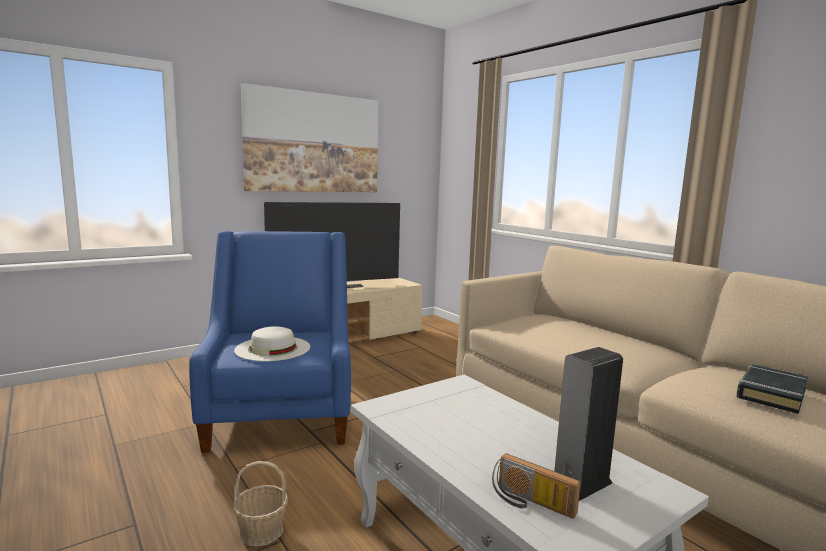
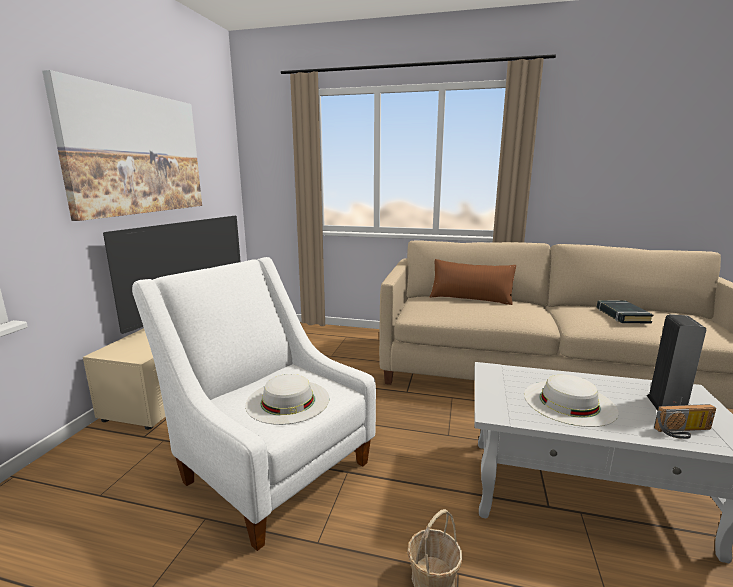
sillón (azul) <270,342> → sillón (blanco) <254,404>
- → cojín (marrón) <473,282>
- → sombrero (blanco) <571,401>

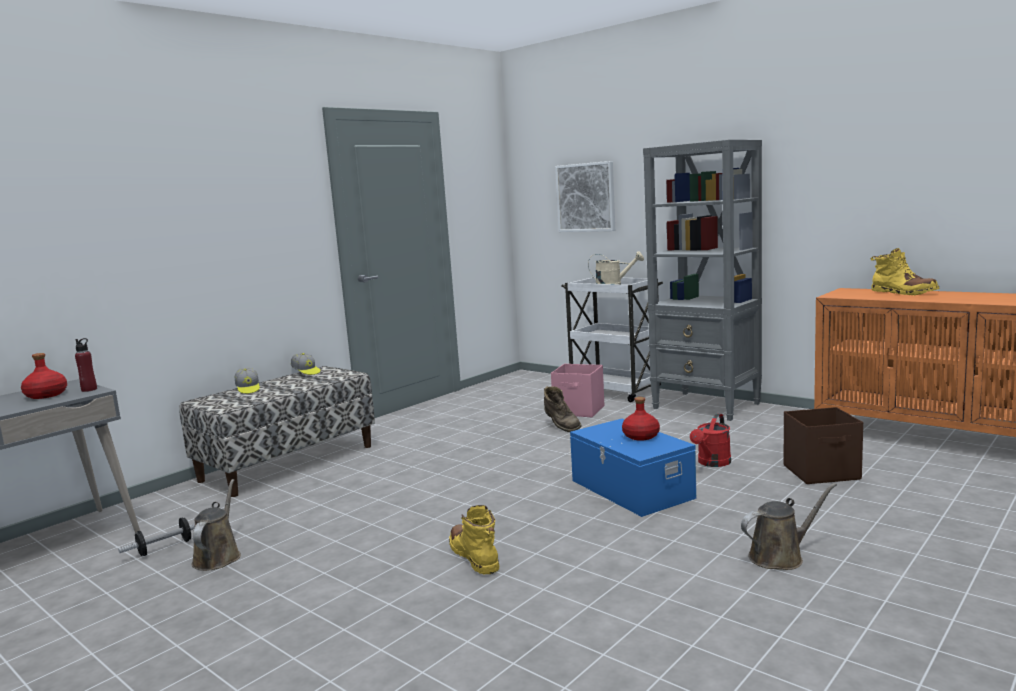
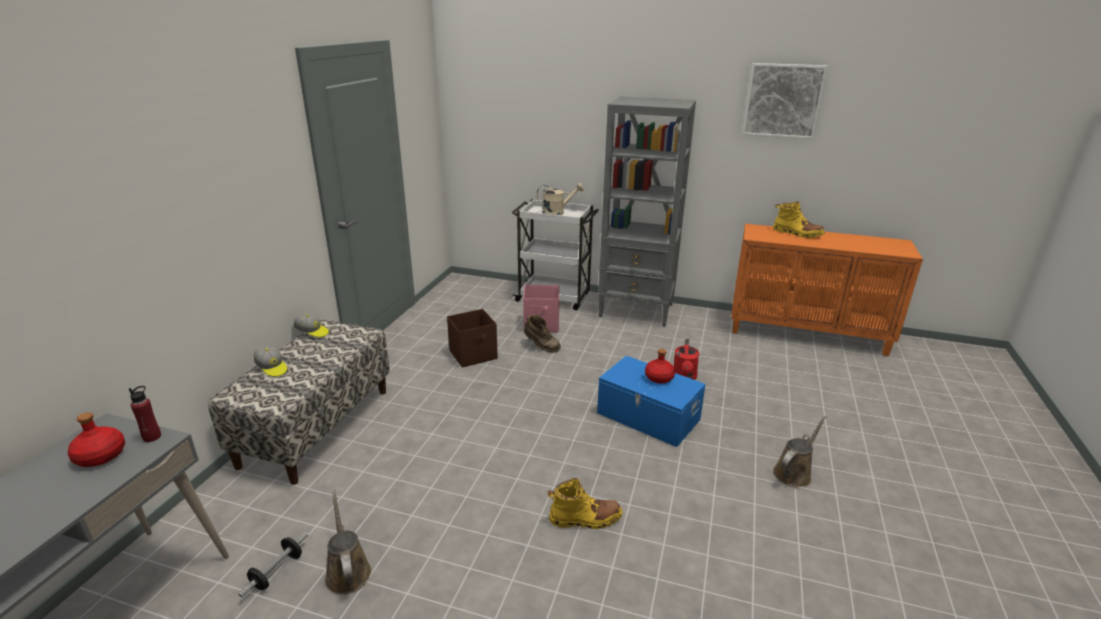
bota (amarillo) <474,539> → bota (amarillo) <585,503>, 135 degrees clockwise
cuadro <585,196> → cuadro <785,101>, move
caja de almacenaje (marrón) <823,445> → caja de almacenaje (marrón) <472,338>, move

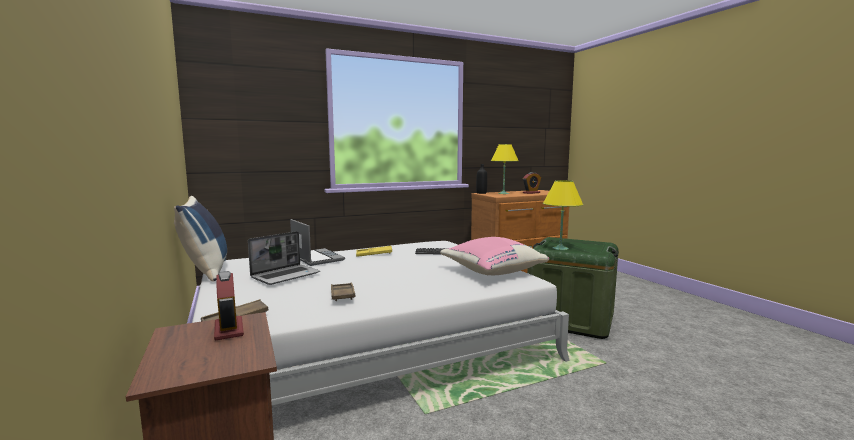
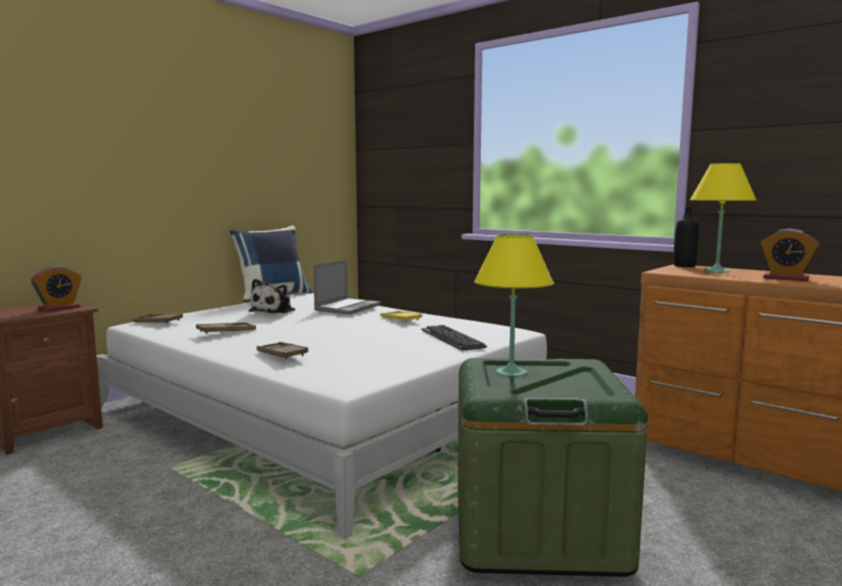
portátil <284,258> → peluche <272,296>
cojín (rosa) <494,256> → -
- → bandeja (marrón) <282,350>

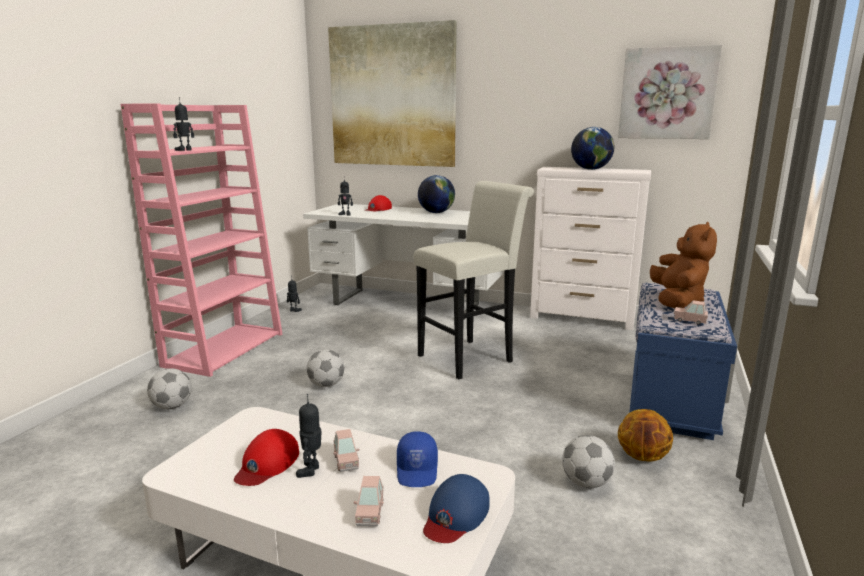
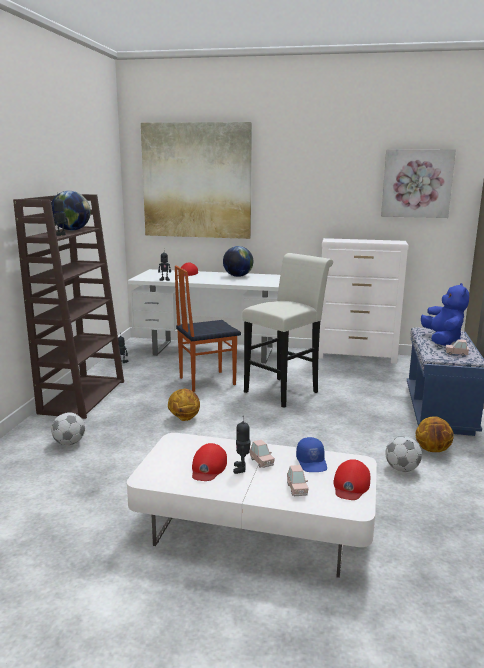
estantería (rosa) <201,240> → estantería (marrón) <68,306>
balón de fútbol <325,368> → balón de baloncesto <184,405>
gorra (azul) <456,508> → gorra (rojo) <351,479>
globo terráqueo <592,148> → globo terráqueo <71,211>, move
peluche (marrón) <683,265> → peluche (azul) <445,314>
- → silla <208,329>

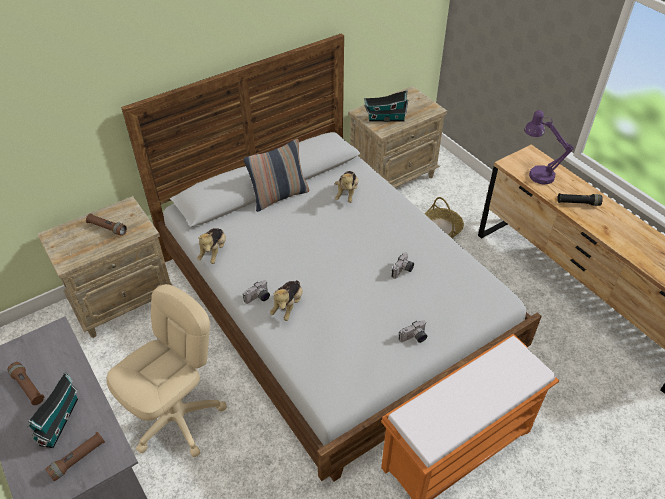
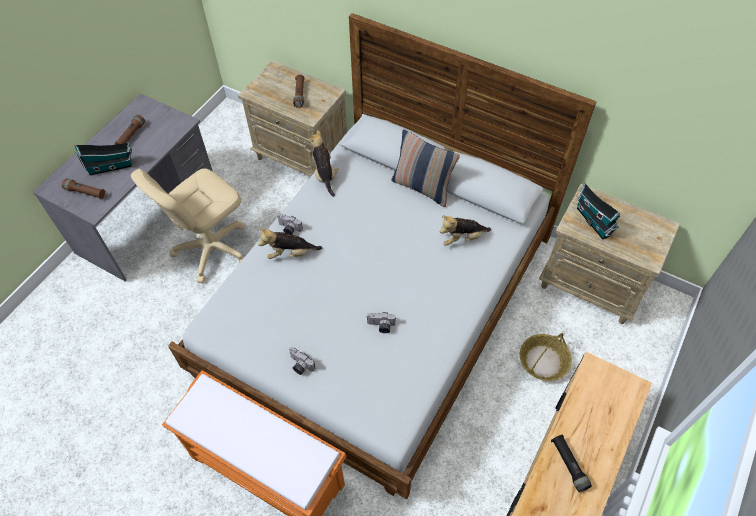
silla de oficina (beis) <166,370> → silla de oficina (beis) <188,225>, 120 degrees clockwise
peluche <211,246> → peluche <324,163>, 90 degrees clockwise
lámpara de mesa (morado) <548,147> → -

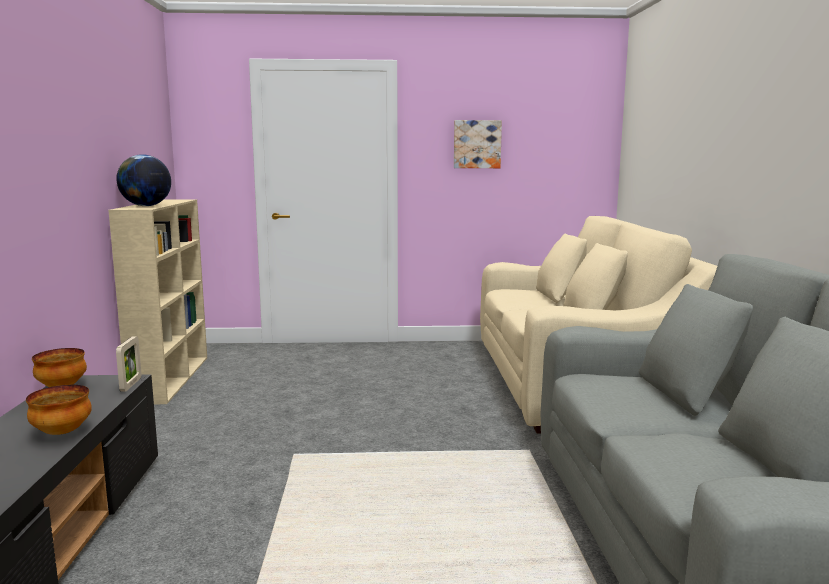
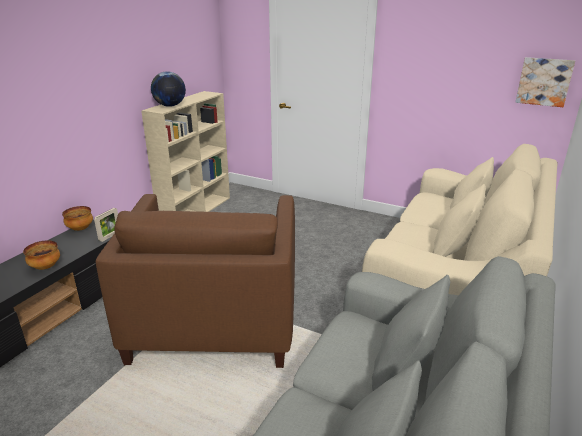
cuadro <478,144> → cuadro <545,82>, move
- → sillón (marrón) <195,281>

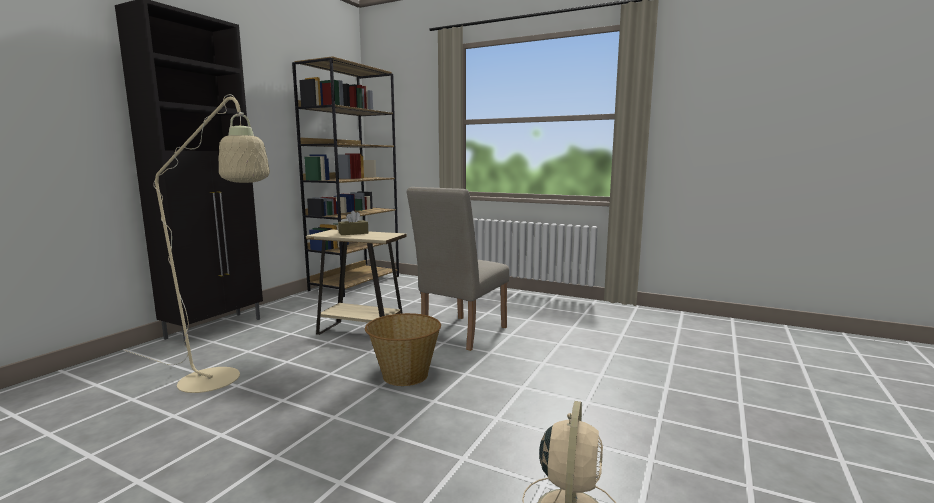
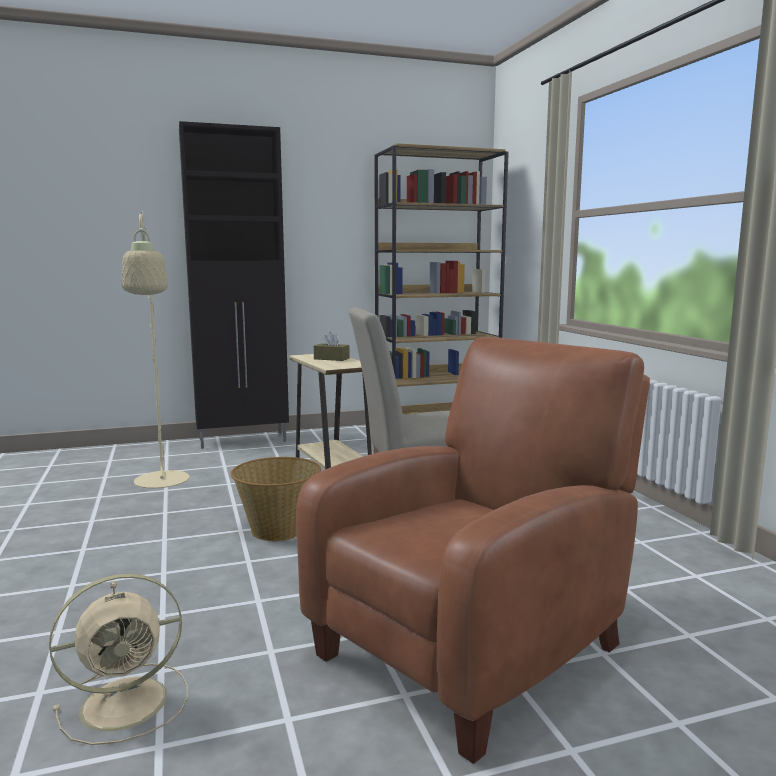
- → sillón (marrón) <473,550>

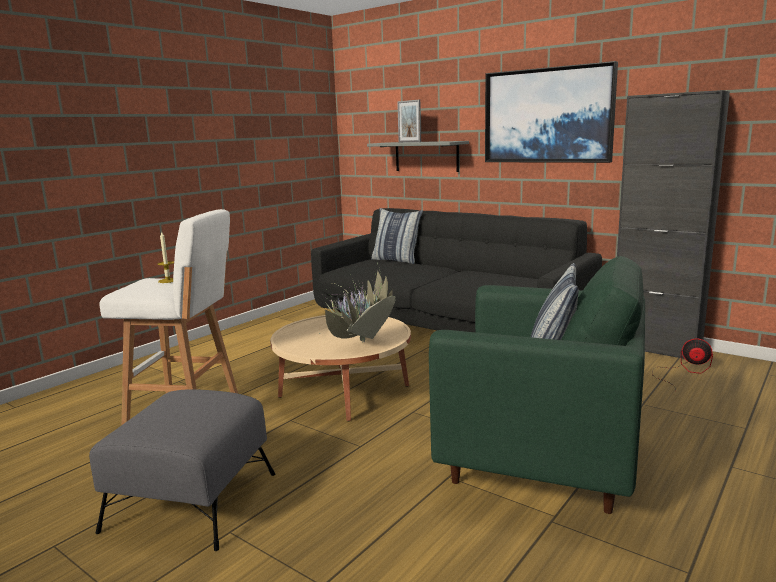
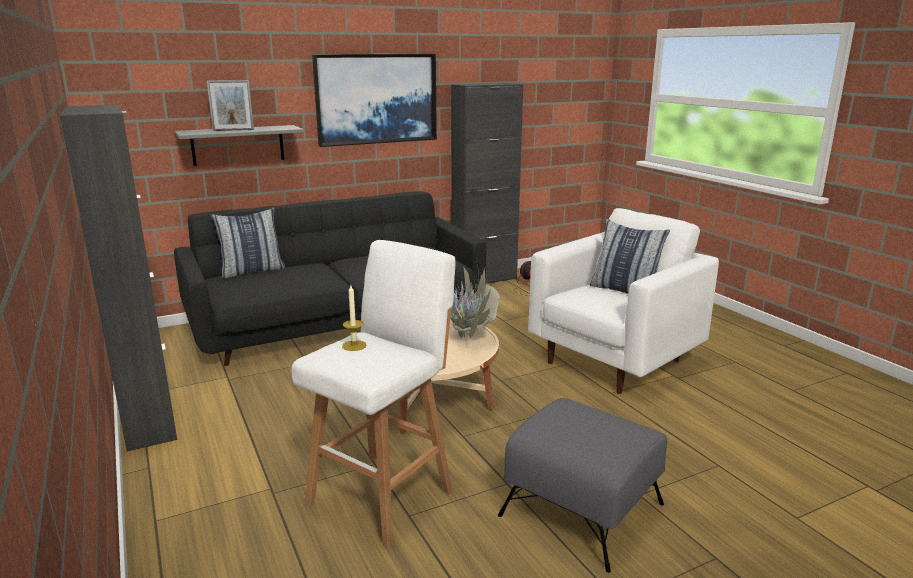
sillón (verde) <537,385> → sillón (blanco) <623,301>
- → armario (negro) <118,278>

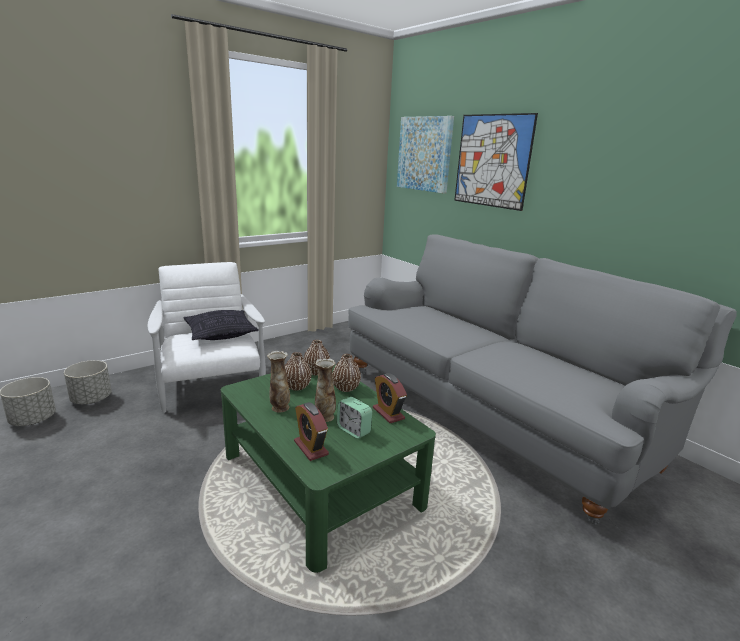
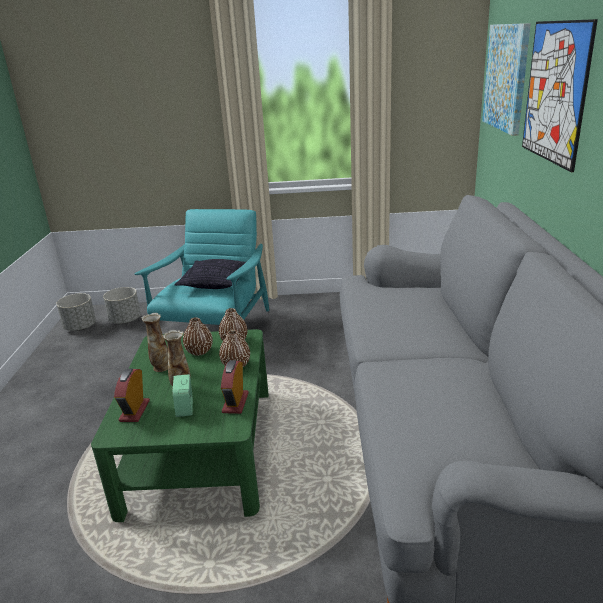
sillón (blanco) <206,337> → sillón (turquesa) <202,267>

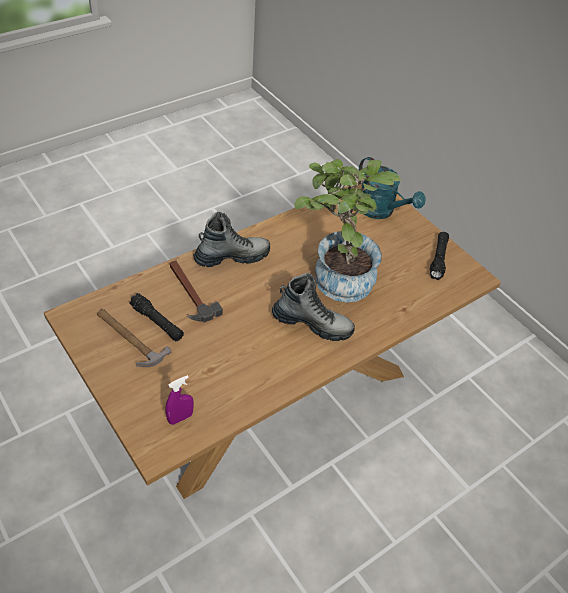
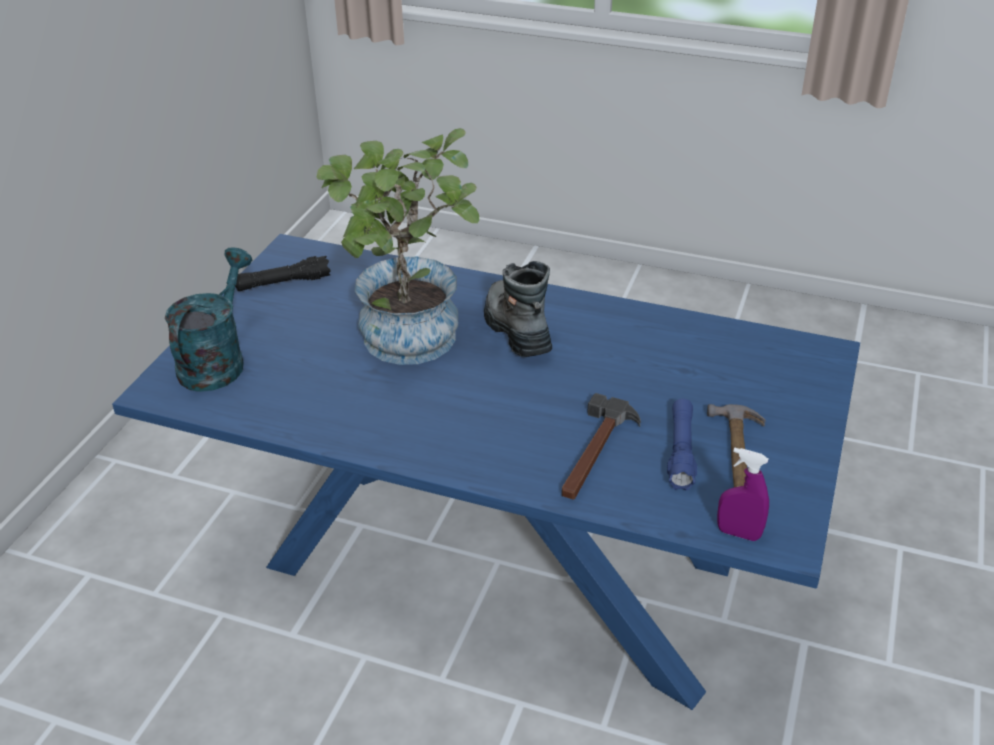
mesa de comedor (marrón) <272,340> → mesa de comedor (azul) <486,472>
linterna (negro) <156,317> → linterna (azul) <682,445>
pulverizador (morado) <179,400> → pulverizador (morado) <743,494>, move
bota <231,239> → -

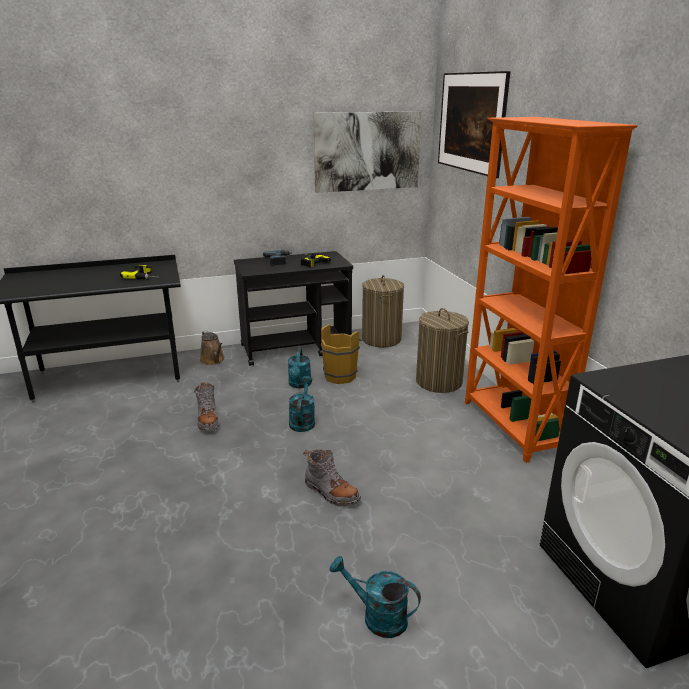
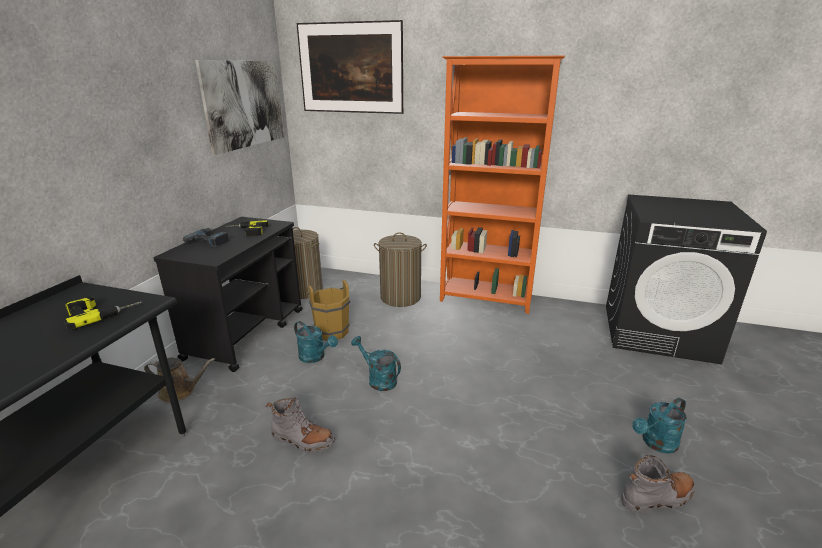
bota (gris) <332,478> → bota (gris) <658,484>, move

